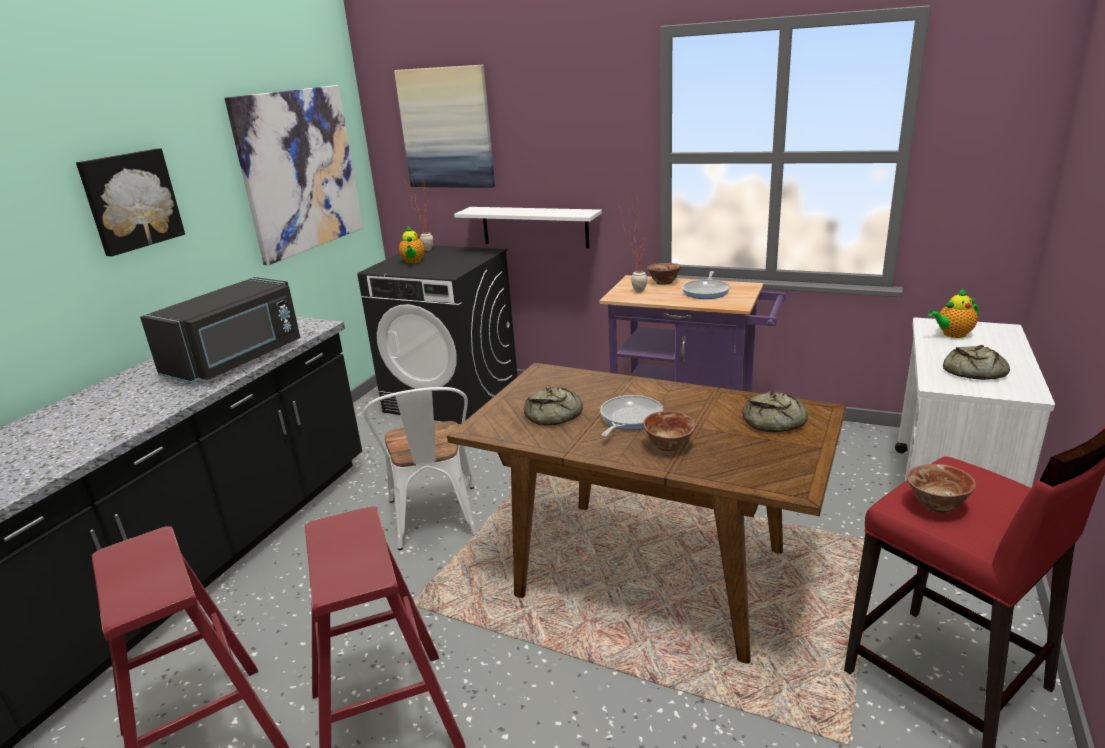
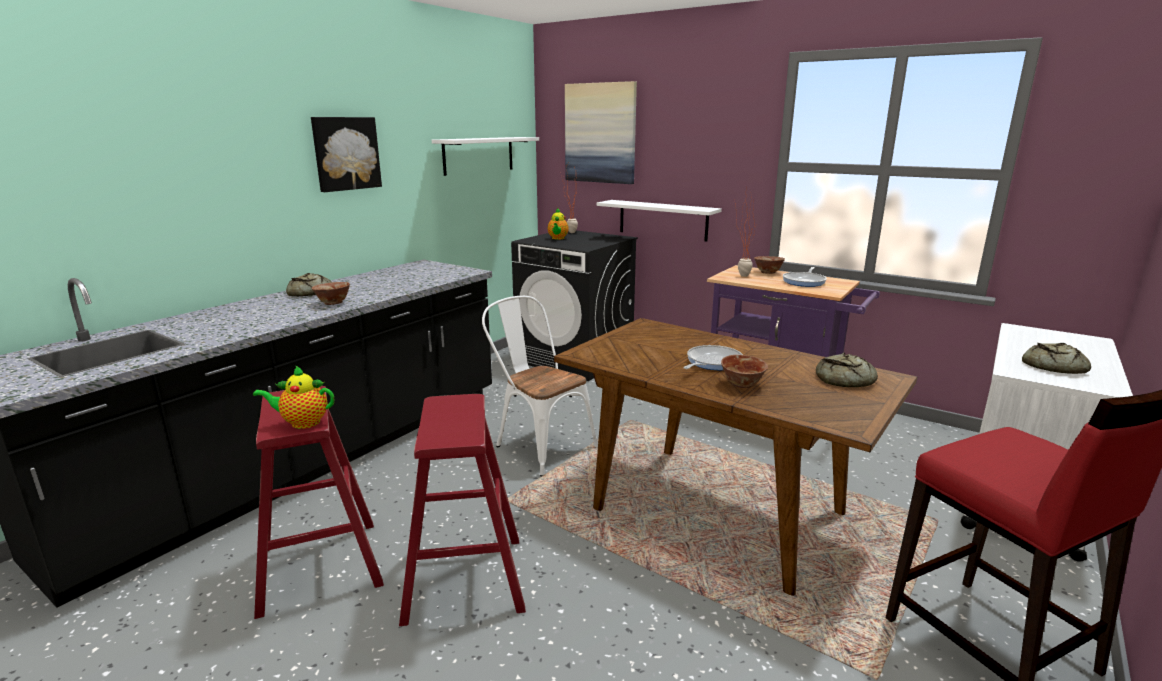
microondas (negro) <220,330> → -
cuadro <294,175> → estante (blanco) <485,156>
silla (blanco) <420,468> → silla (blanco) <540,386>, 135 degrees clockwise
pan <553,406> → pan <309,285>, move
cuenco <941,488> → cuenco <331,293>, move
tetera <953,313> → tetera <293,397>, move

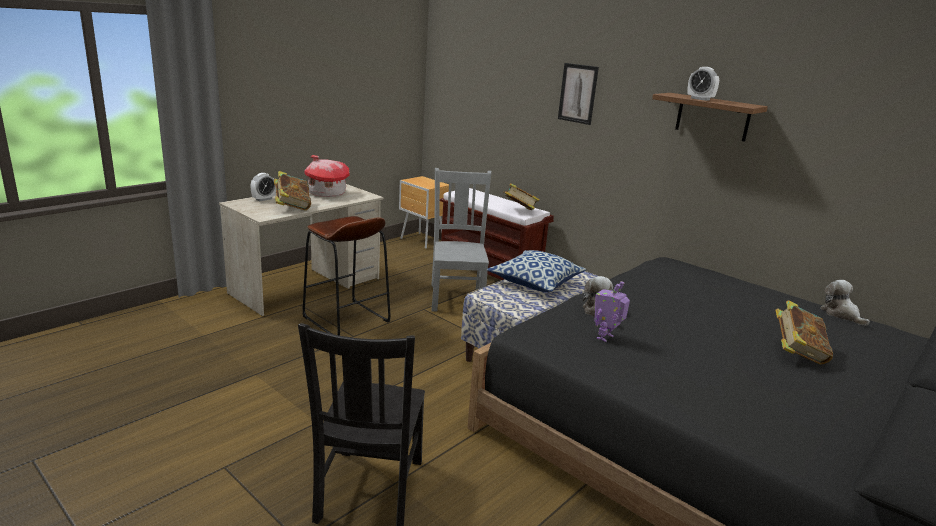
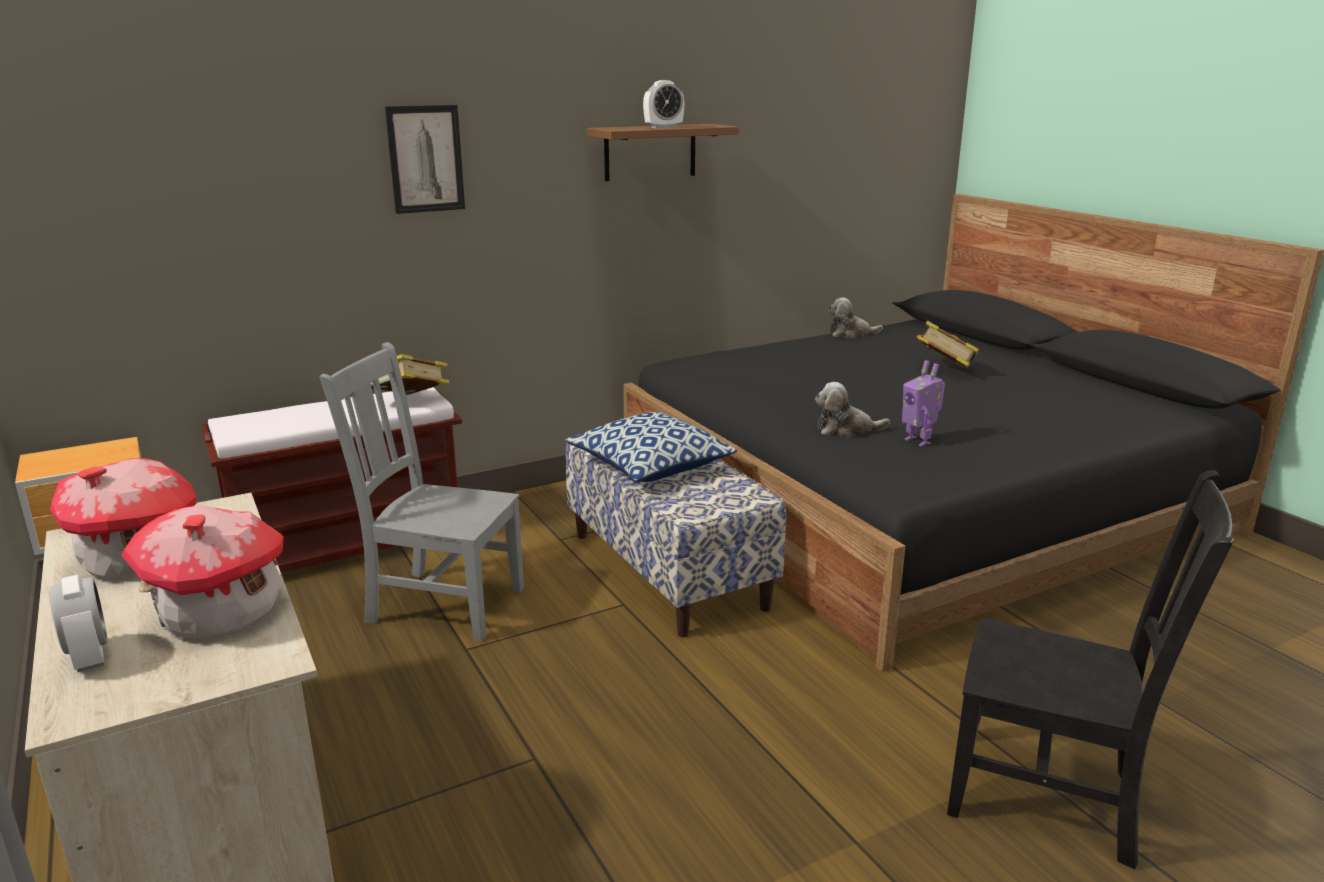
libro <292,190> → casita <202,572>
taburete (marrón) <347,276> → -

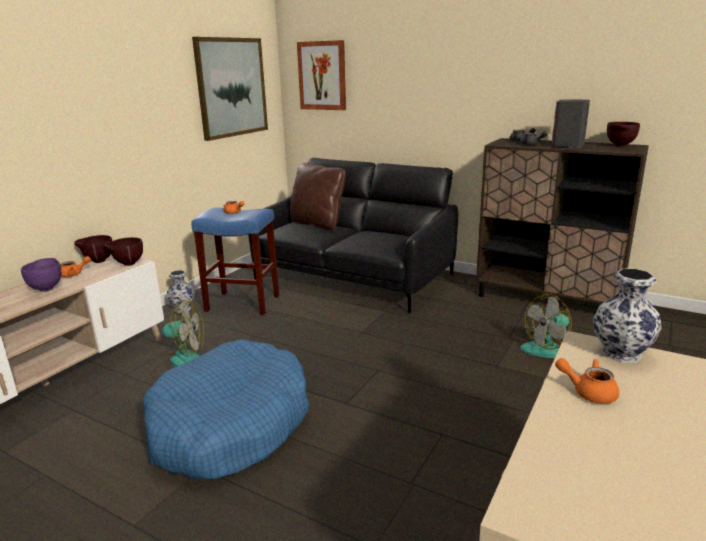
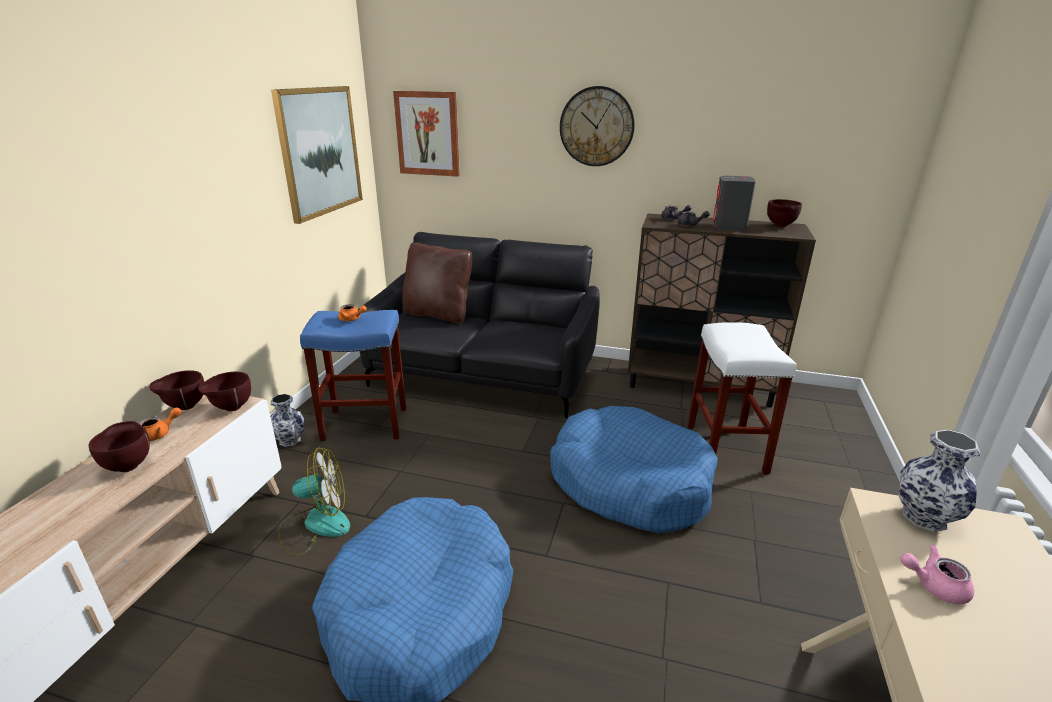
cuenco (morado) <41,275> → cuenco (marrón) <119,446>
ventilador <546,325> → taburete (blanco) <741,398>
tetera (naranja) <587,381> → tetera (rosa) <937,574>
- → cama para perro (azul) <634,470>
- → reloj de pared <597,126>

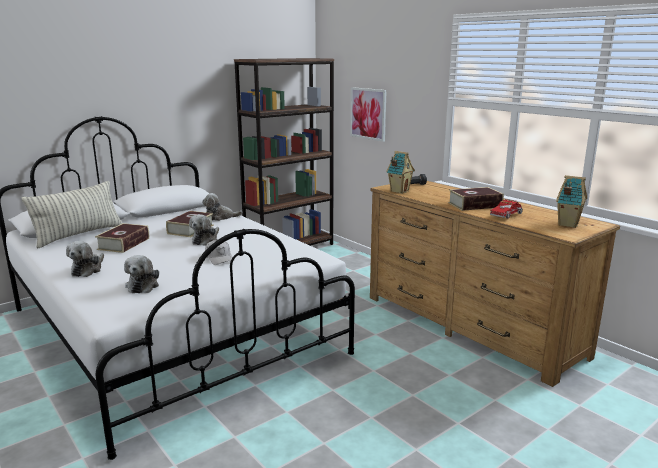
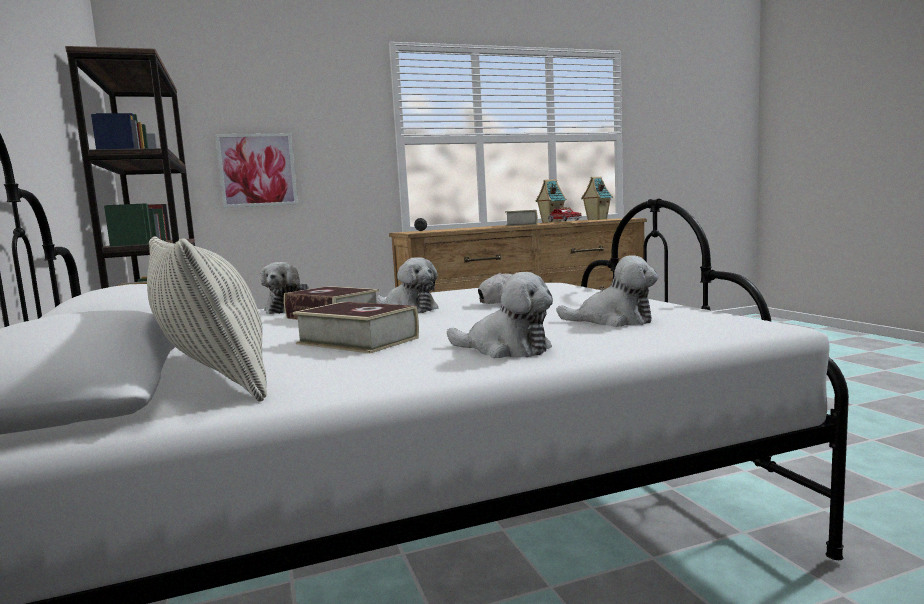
casita <400,172> → casita <551,201>, move

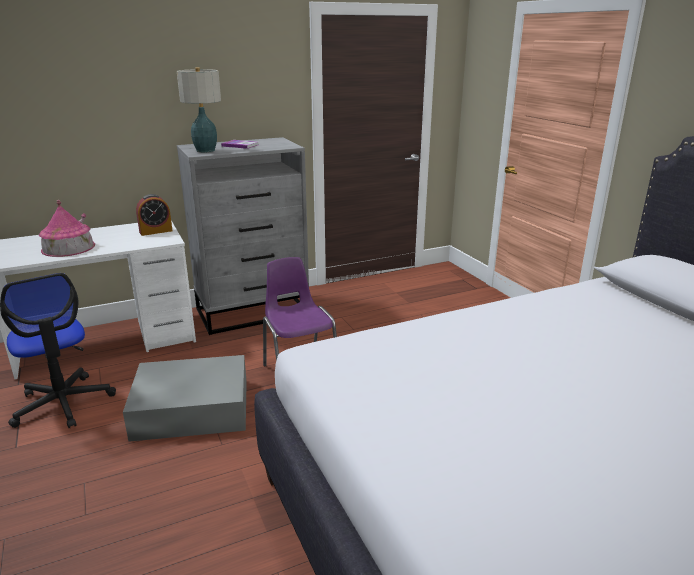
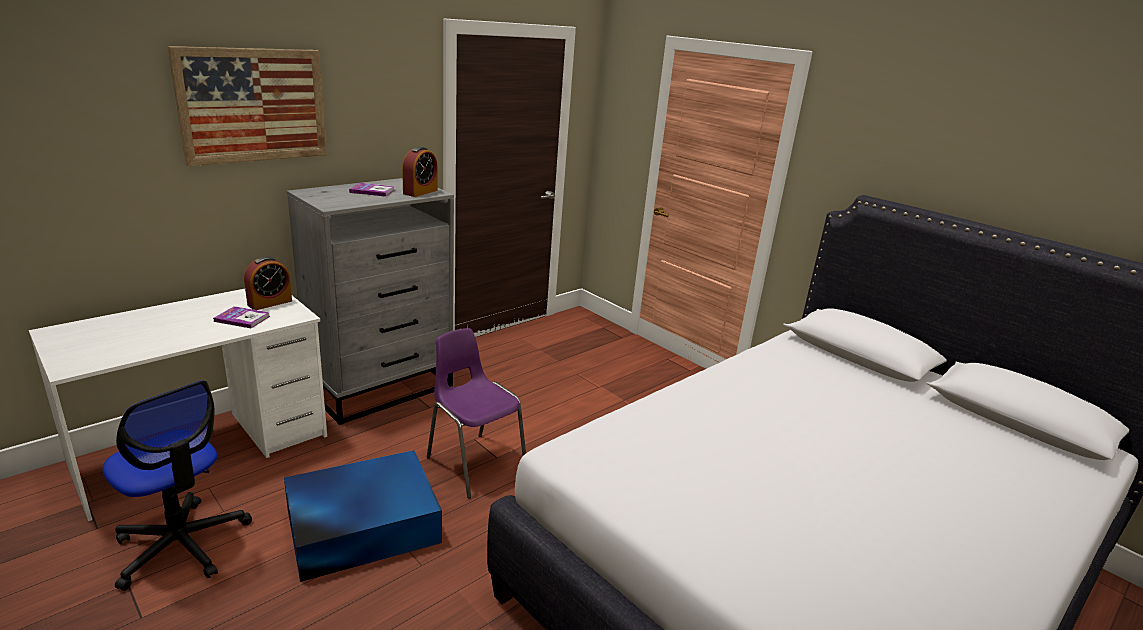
casita <67,228> → -
caja de almacenaje (gris) <185,398> → caja de almacenaje (azul) <363,516>
lámpara de mesa <199,110> → -
- → cuadro <246,106>
- → libro <241,317>
- → despertador <420,172>

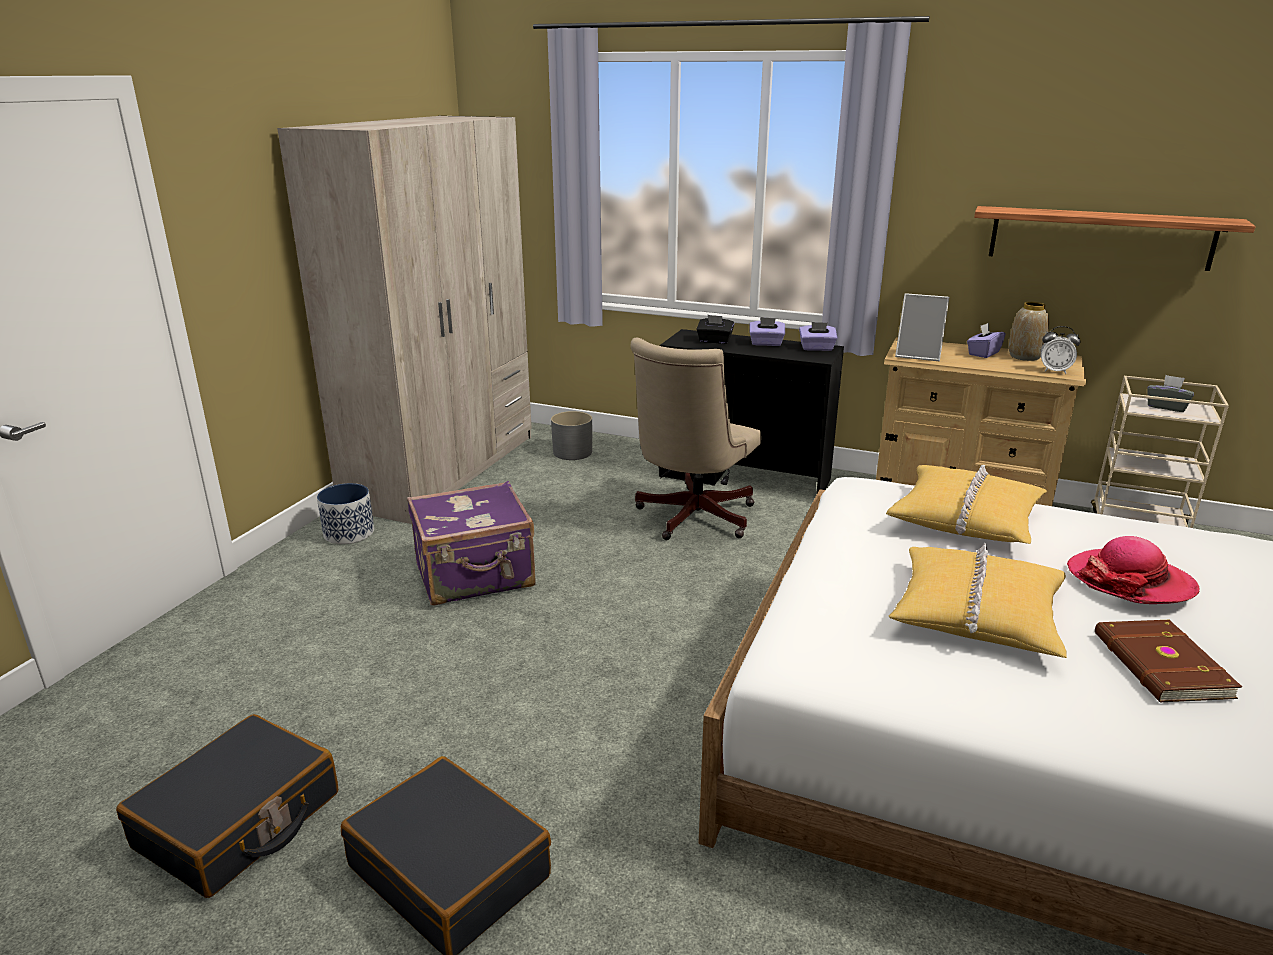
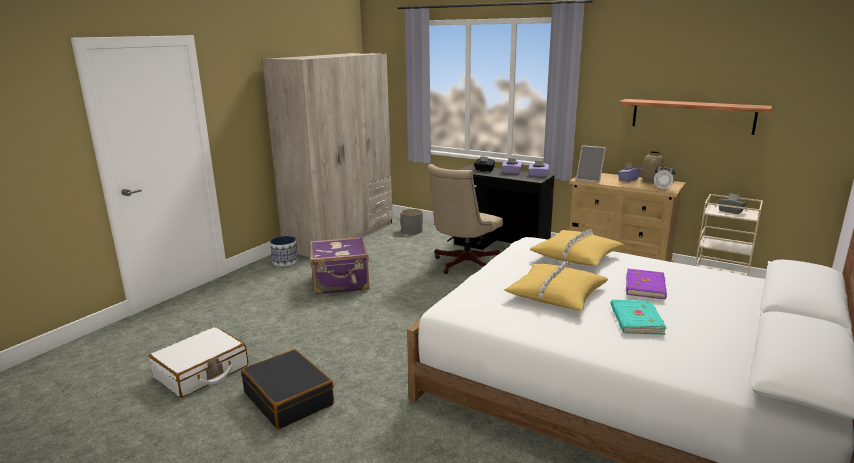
maleta (negro) <227,806> → maleta (blanco) <198,362>
sombrero <1133,570> → libro (morado) <646,283>
libro (marrón) <1168,661> → libro (turquesa) <639,317>

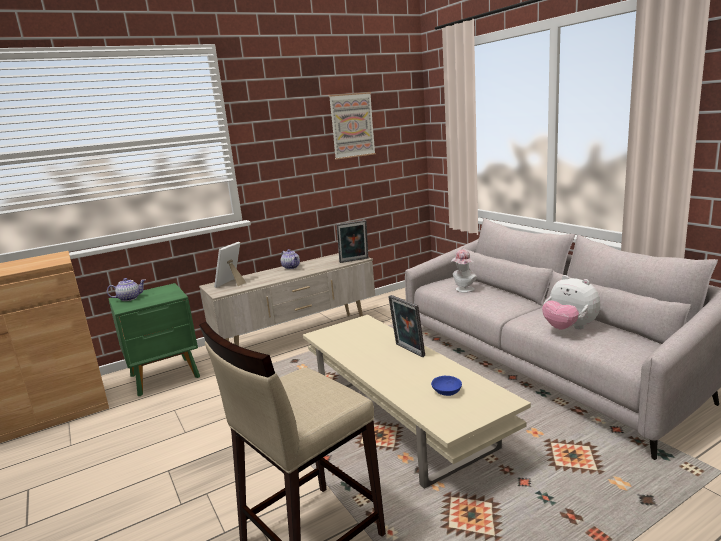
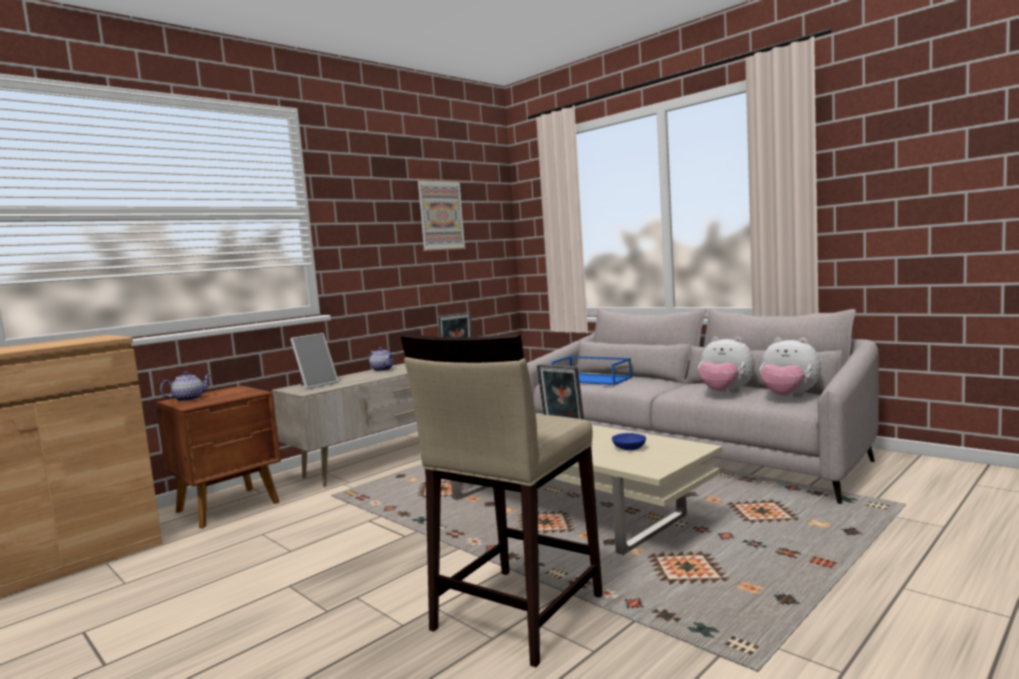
mesita de noche (verde) <154,339> → mesita de noche (marrón) <218,457>
portarretratos <230,265> → portarretratos <314,361>, 150 degrees counterclockwise
sombrero <464,271> → bandeja (azul) <591,370>
- → peluche <790,367>

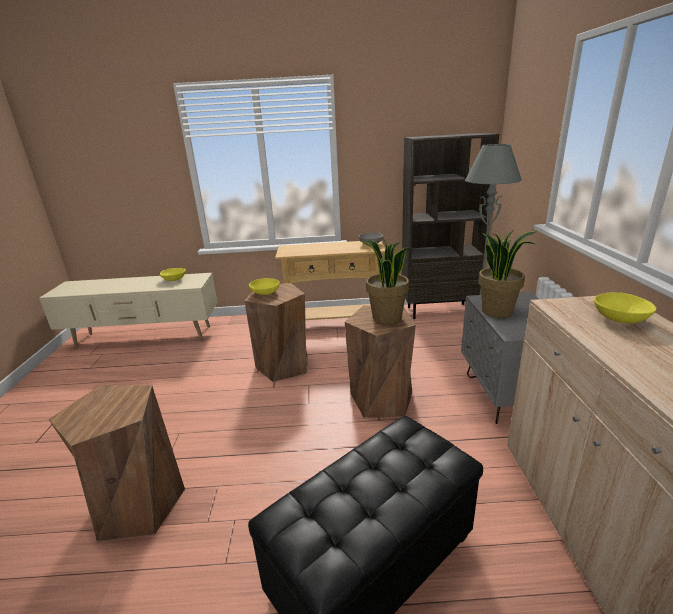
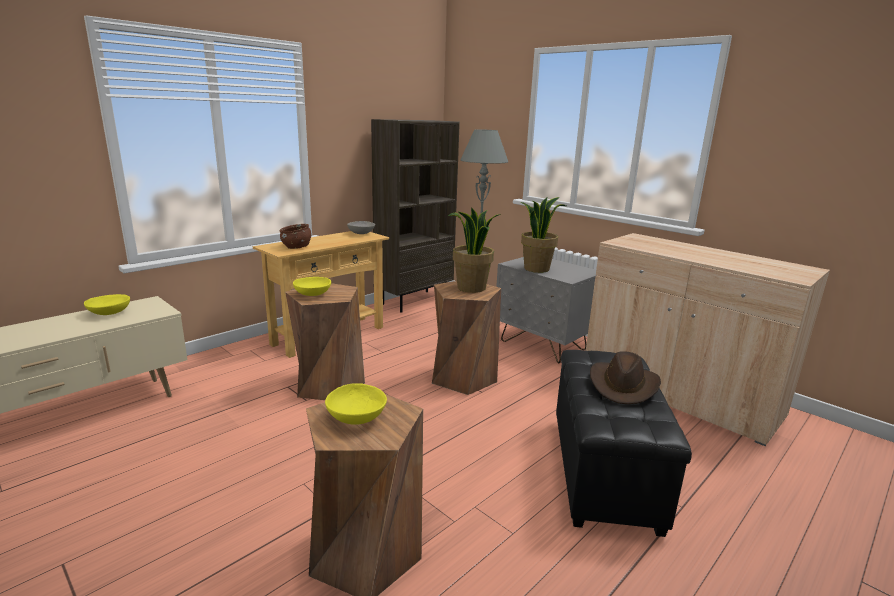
cuenco (amarillo) <625,307> → cuenco (amarillo) <356,404>, move
- → cuenco (marrón) <295,236>
- → sombrero (marrón) <625,377>

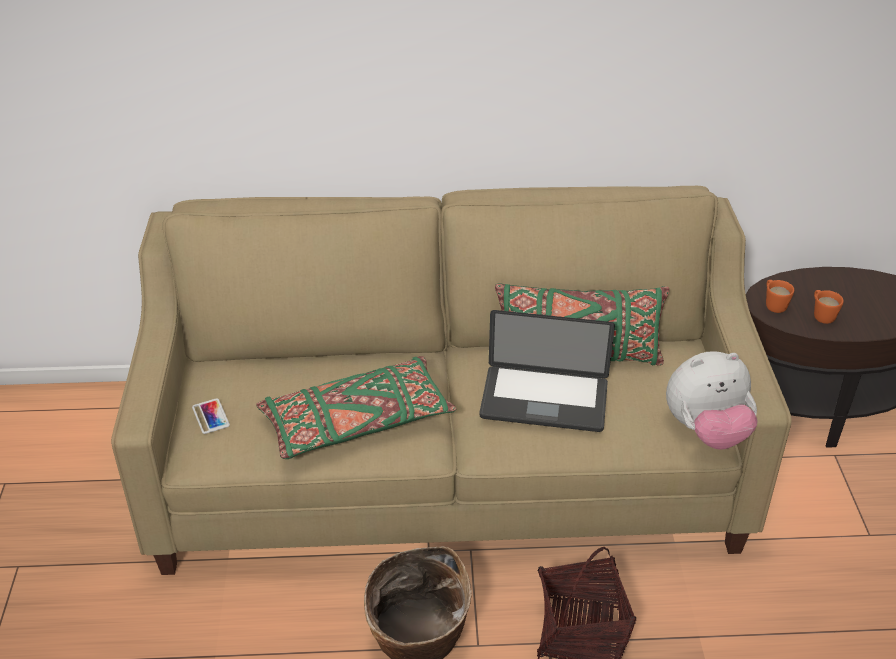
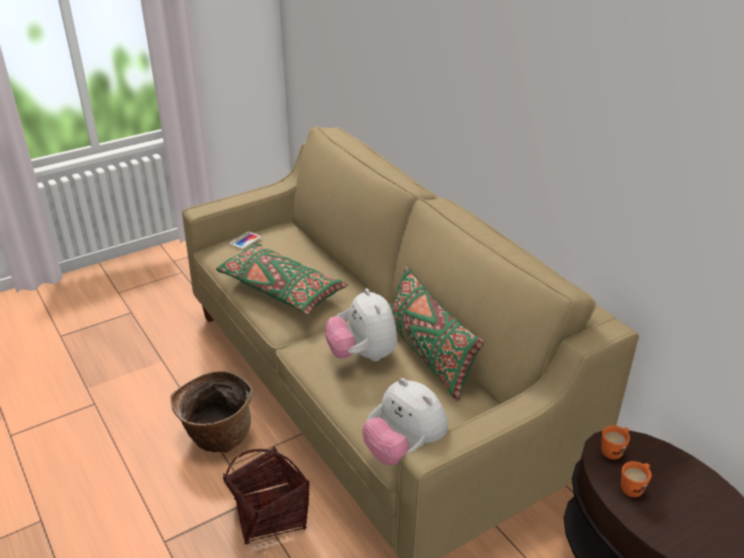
portátil <547,371> → peluche <361,325>

